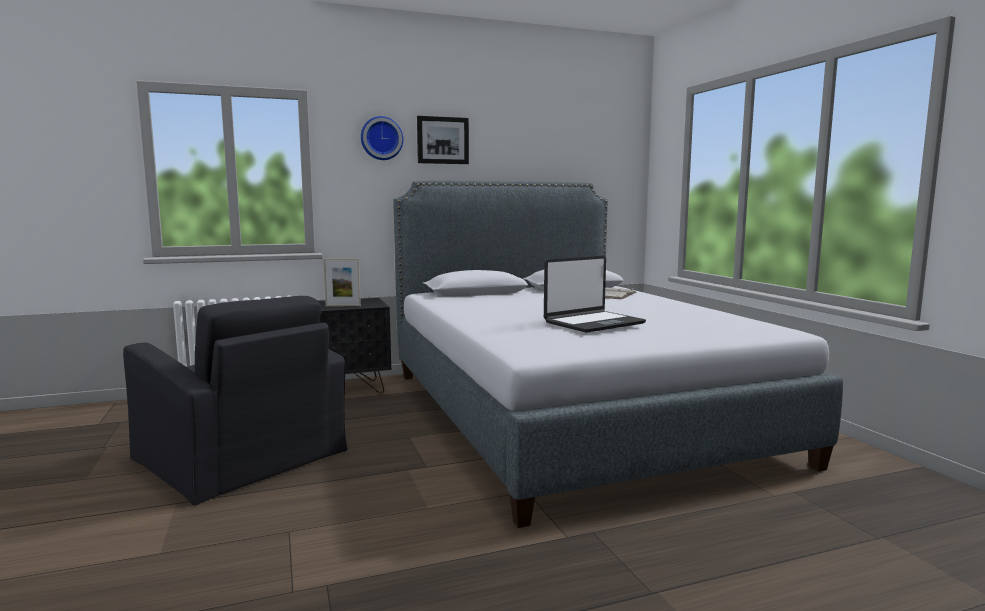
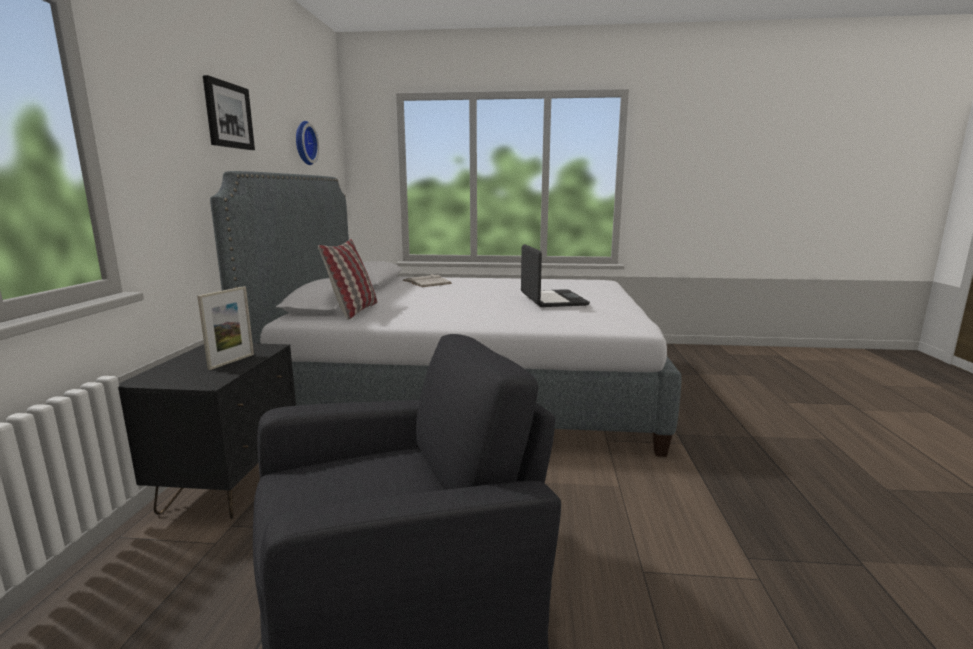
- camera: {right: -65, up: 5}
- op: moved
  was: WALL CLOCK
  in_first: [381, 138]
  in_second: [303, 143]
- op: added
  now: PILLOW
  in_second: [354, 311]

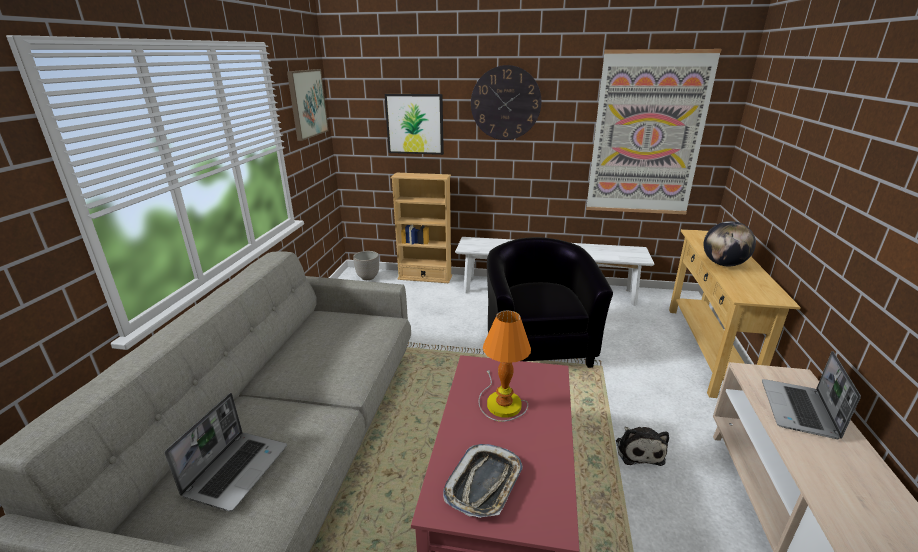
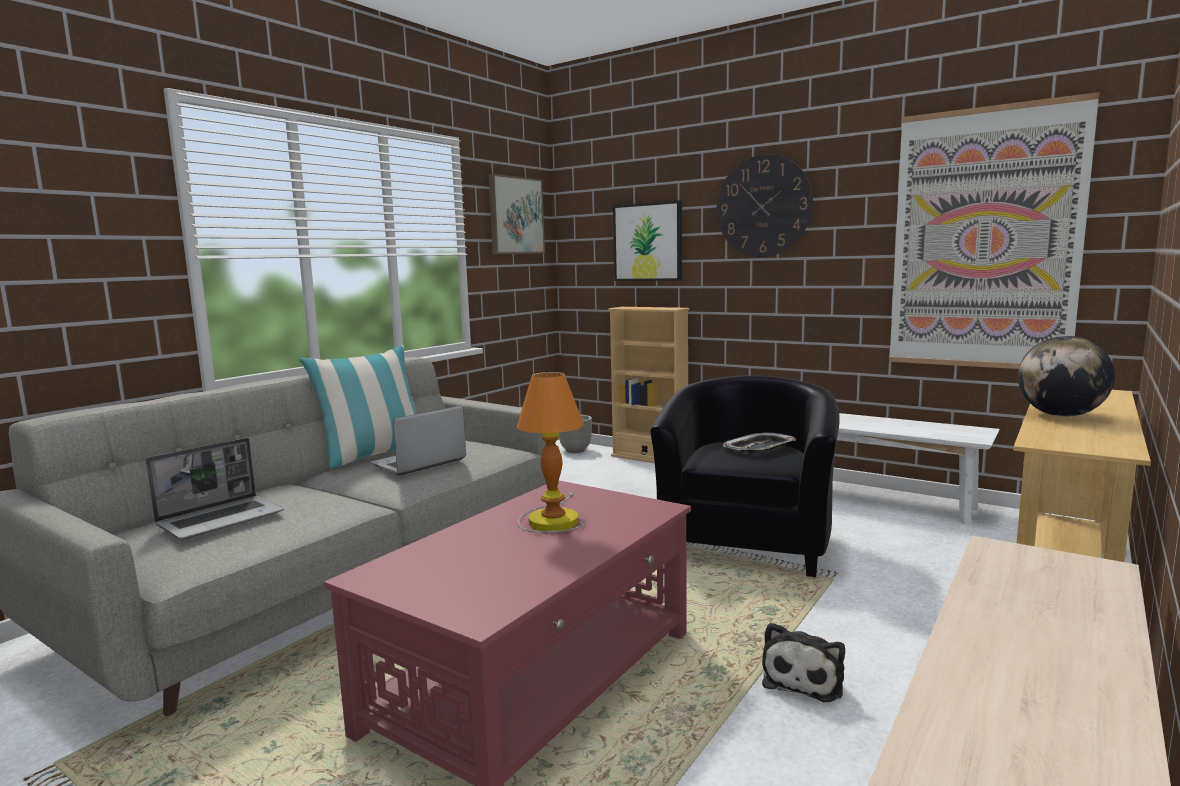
- camera: {right: 25, up: -15}
- op: moved
  was: TRAY
  in_first: [484, 484]
  in_second: [760, 448]
- op: moved
  was: LAPTOP
  in_first: [799, 410]
  in_second: [418, 463]
- op: added
  now: PILLOW
  in_second: [374, 456]

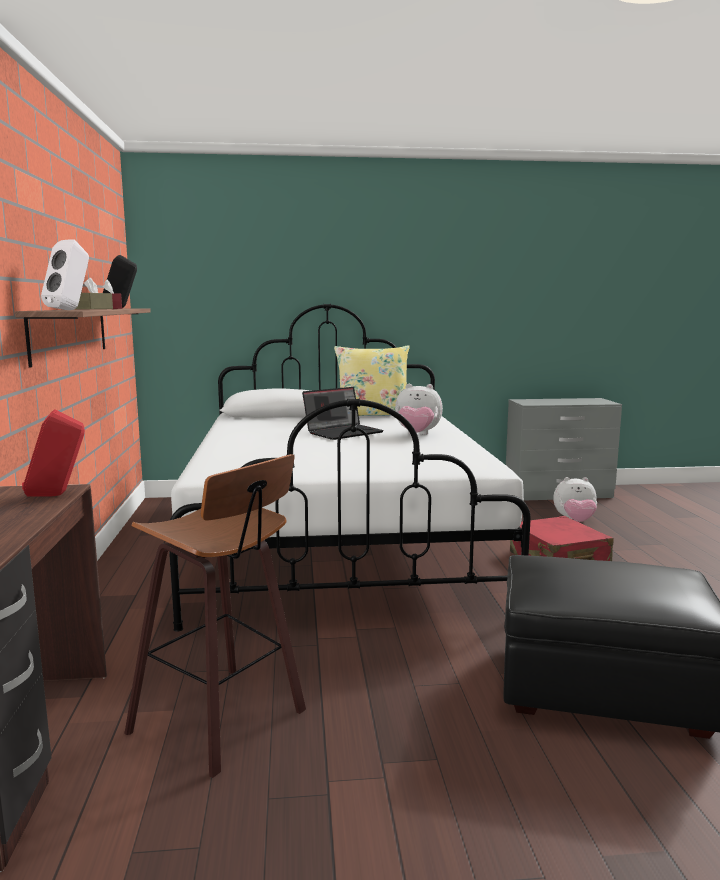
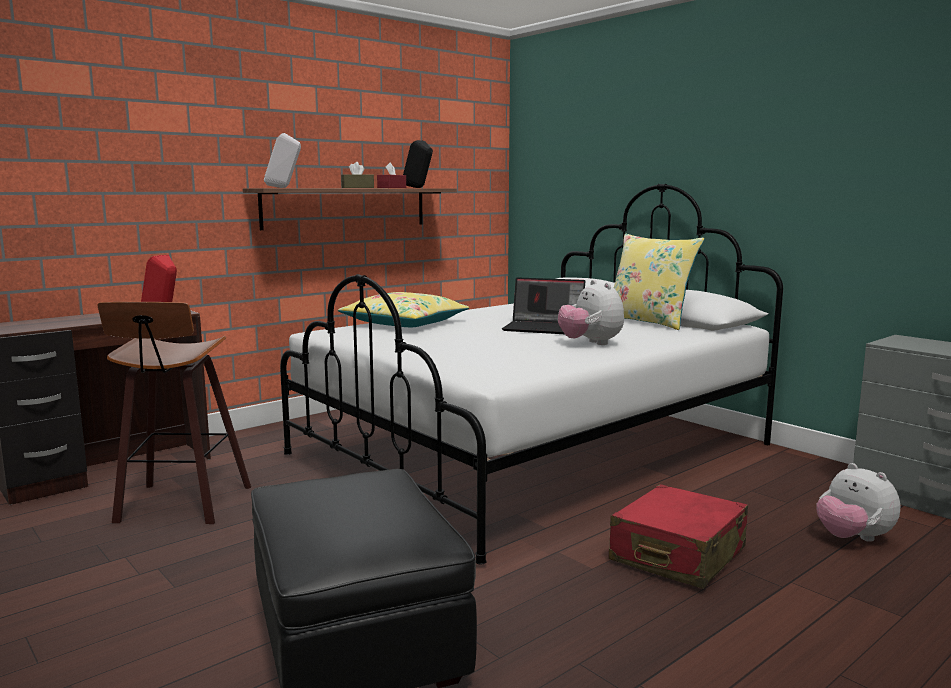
- camera: {right: 55, up: 0}
- op: added
  now: YELLOW PILLOW
  in_second: [404, 323]

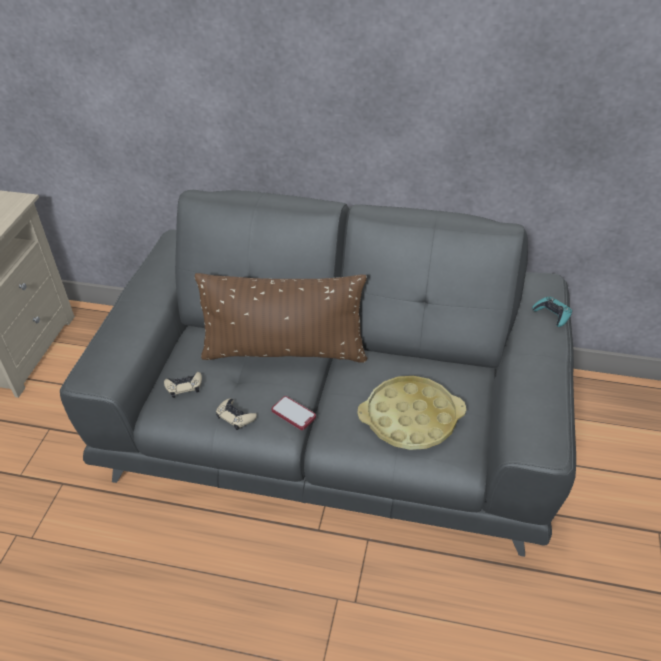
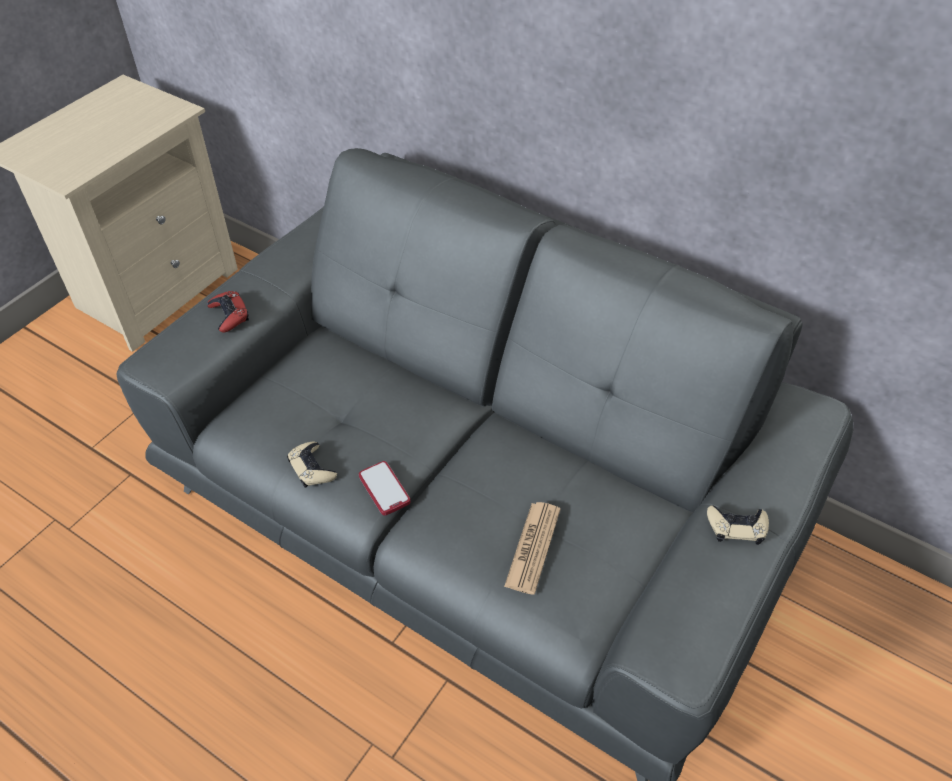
- camera: {right: 20, up: 5}
- op: moved
  was: BEIGE GAME CONTROLLER
  in_first: [184, 386]
  in_second: [736, 527]
- op: removed
  was: BROWN PILLOW
  in_first: [284, 351]
- op: replaced
  was: YELLOW TRAY
  now: NEWSPAPER
  in_first: [410, 418]
  in_second: [533, 547]
- op: removed
  was: TURQUOISE GAME CONTROLLER
  in_first: [552, 314]
- op: added
  now: RED GAME CONTROLLER
  in_second: [229, 315]

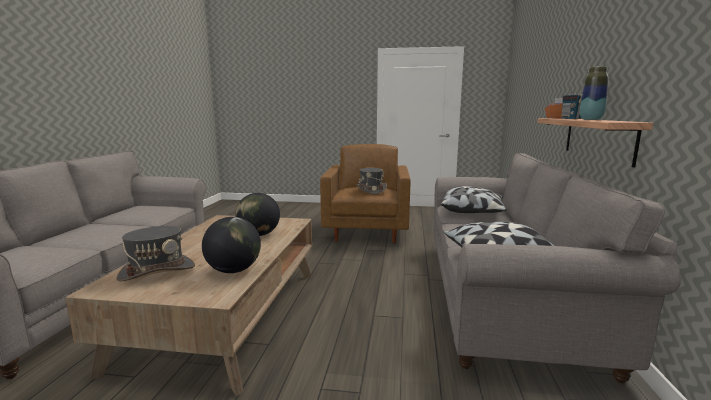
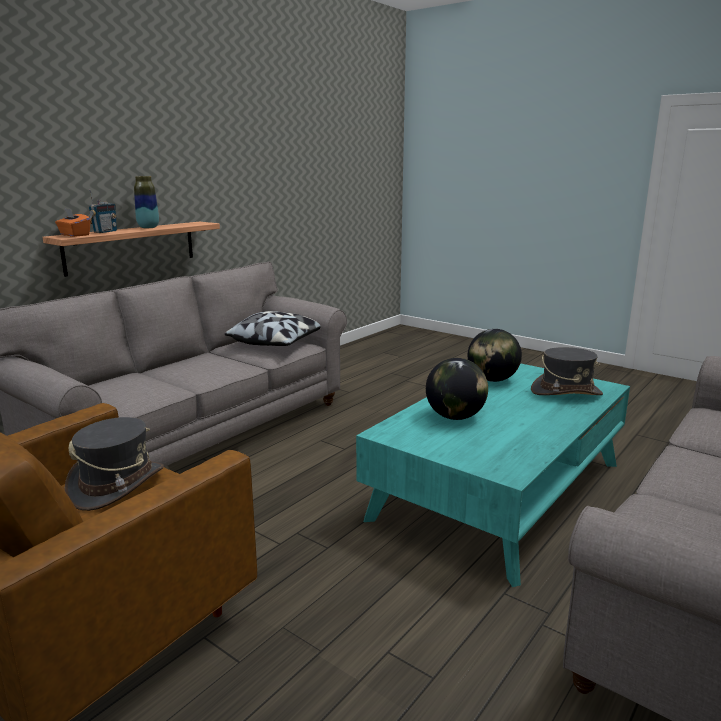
- camera: {right: -150, up: 5}
- op: recoloured
  was: BROWN COFFEE TABLE
  now: TURQUOISE COFFEE TABLE
  in_first: [227, 314]
  in_second: [499, 490]
- op: removed
  was: PILLOW
  in_first: [472, 211]

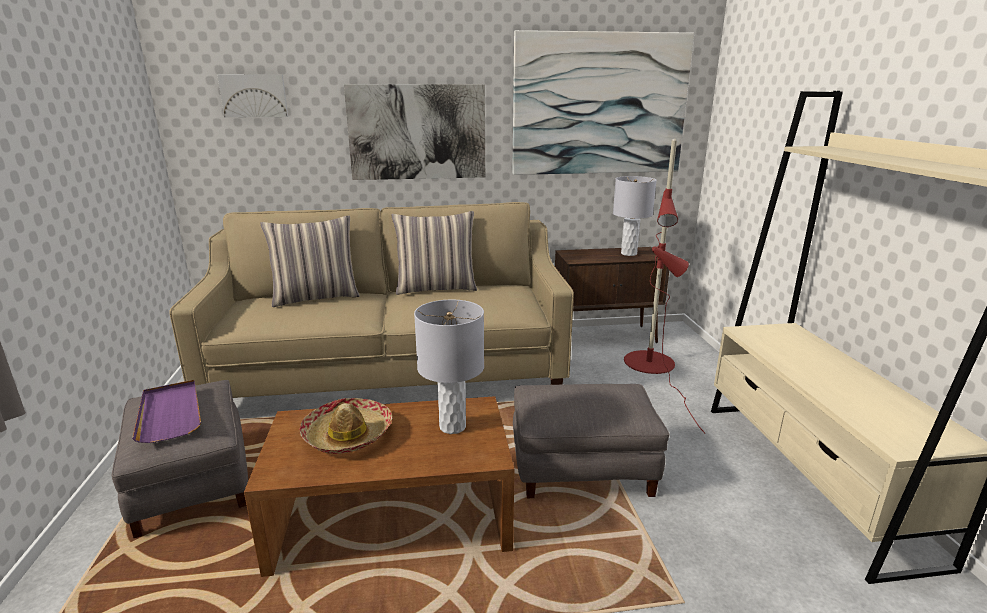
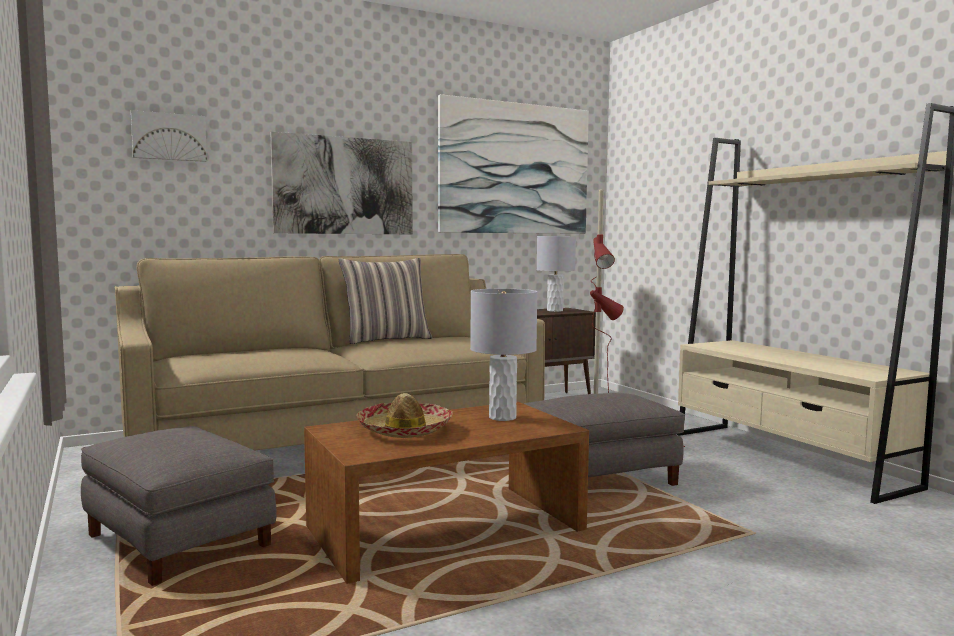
- camera: {right: -20, up: -15}
- op: removed
  was: PURPLE TRAY
  in_first: [170, 413]
- op: removed
  was: PILLOW
  in_first: [316, 297]

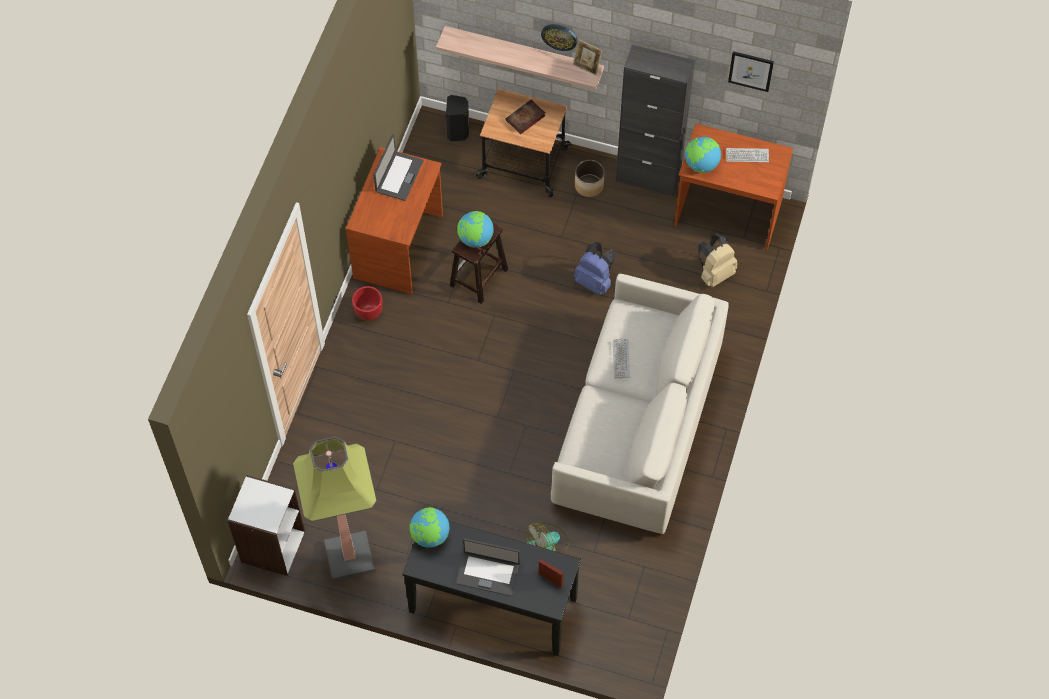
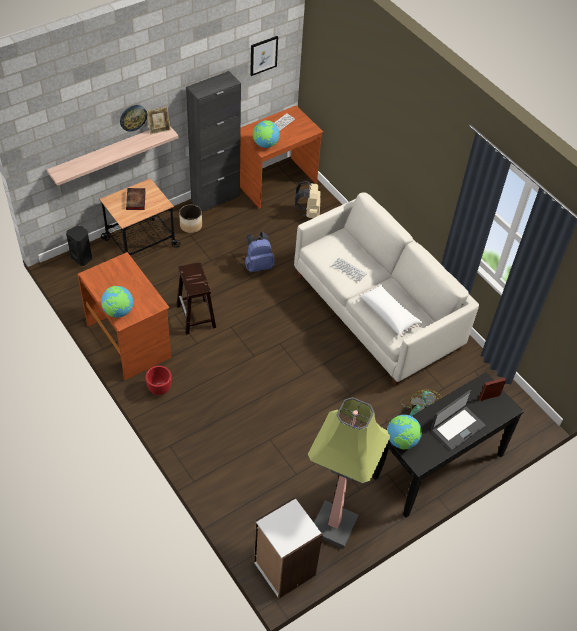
- camera: {right: -55, up: -10}
- op: removed
  was: LAPTOP
  in_first: [398, 176]
- op: moved
  was: GLOBE
  in_first: [475, 239]
  in_second: [118, 312]
- op: added
  now: WHITE PILLOW
  in_second: [389, 314]

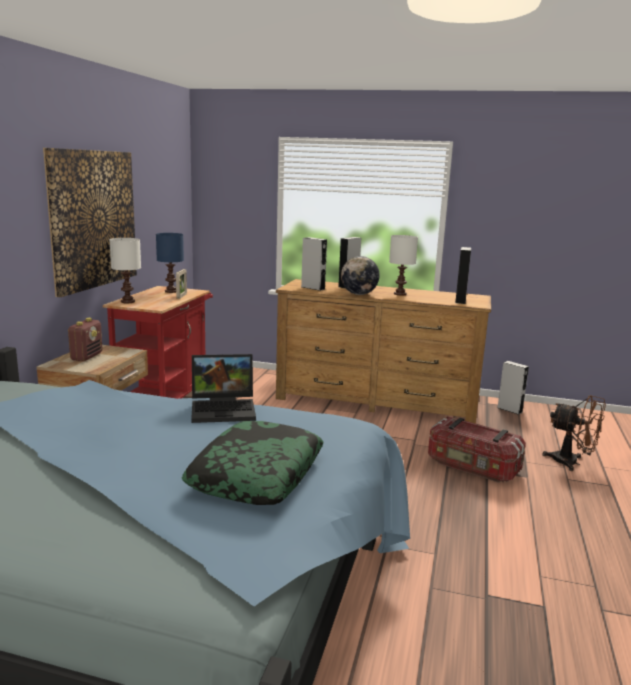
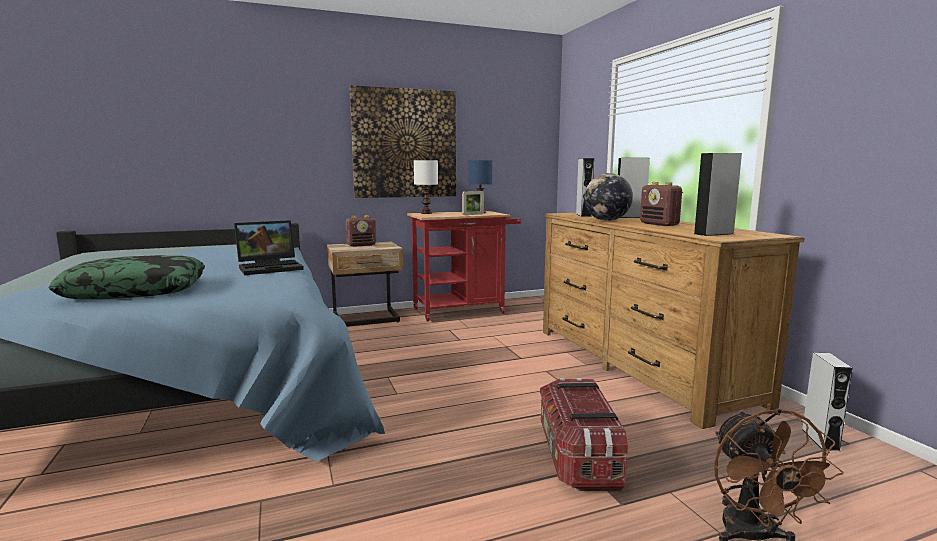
- camera: {right: 55, up: -5}
- op: turned
  was: LAPTOP
  in_first: [225, 409]
  in_second: [271, 267]
  clockwise: -75
- op: replaced
  was: WHITE TABLE LAMP
  now: RADIO
  in_first: [400, 294]
  in_second: [659, 224]

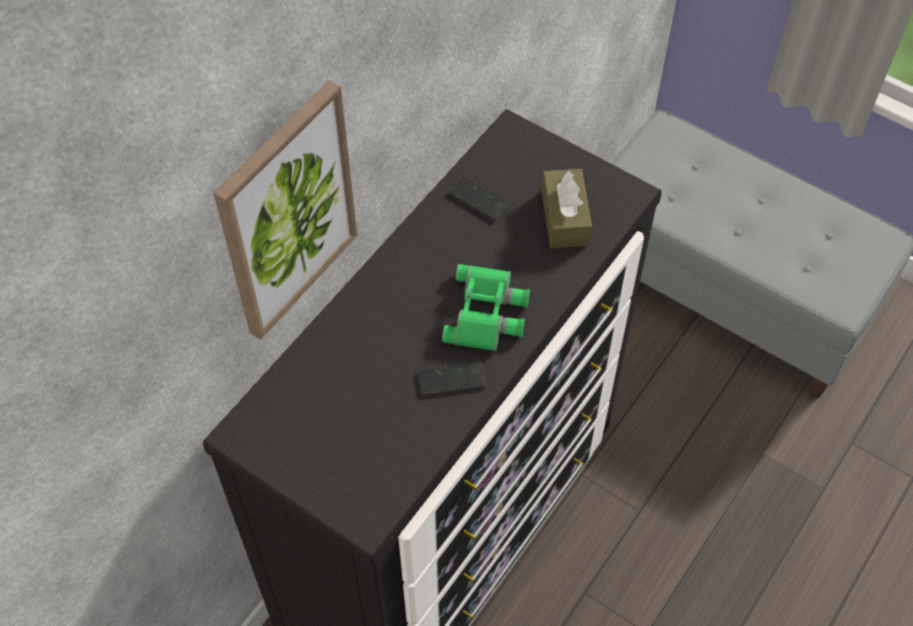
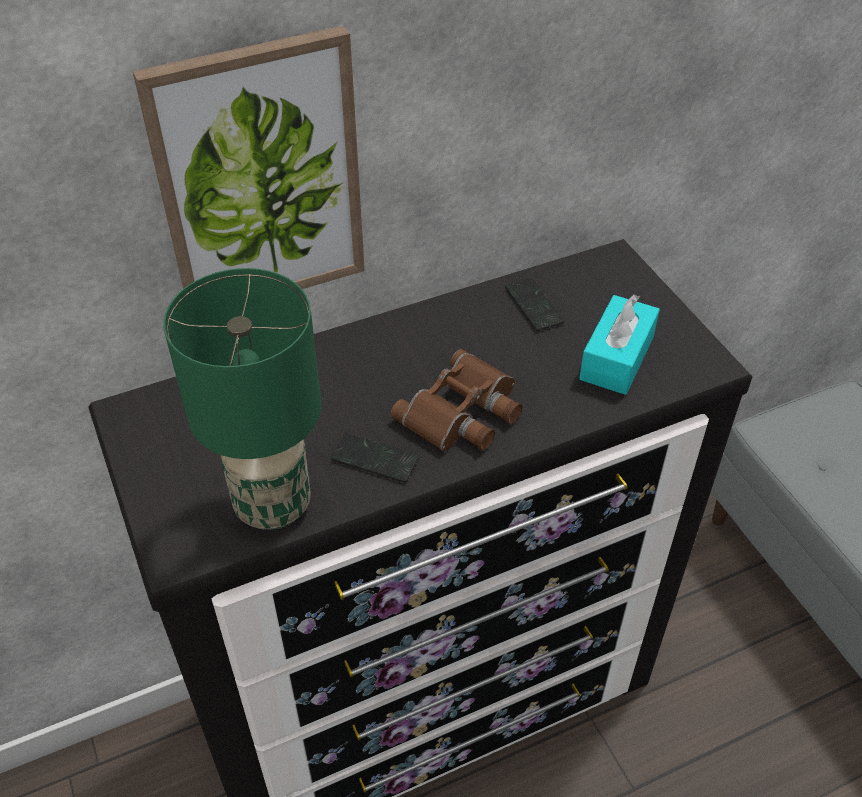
- camera: {right: 30, up: -10}
- op: recoloured
  was: GREEN BINOCULARS
  now: BROWN BINOCULARS
  in_first: [488, 313]
  in_second: [463, 413]
- op: recoloured
  was: BROWN TISSUE BOX
  now: TURQUOISE TISSUE BOX
  in_first: [564, 218]
  in_second: [617, 358]
- op: added
  now: GREEN TABLE LAMP
  in_second: [271, 505]

